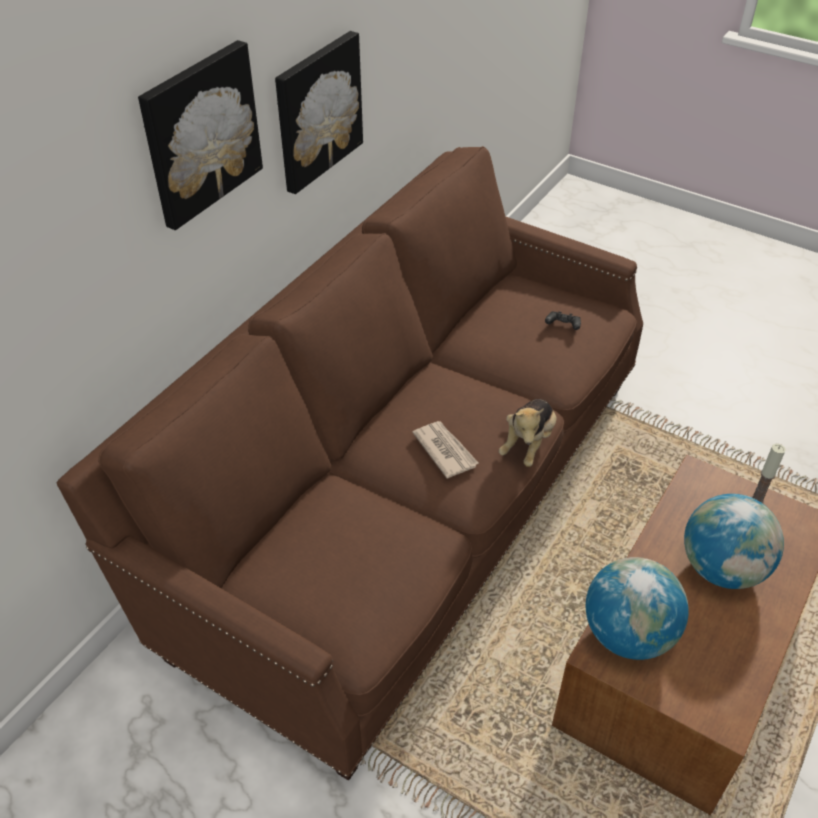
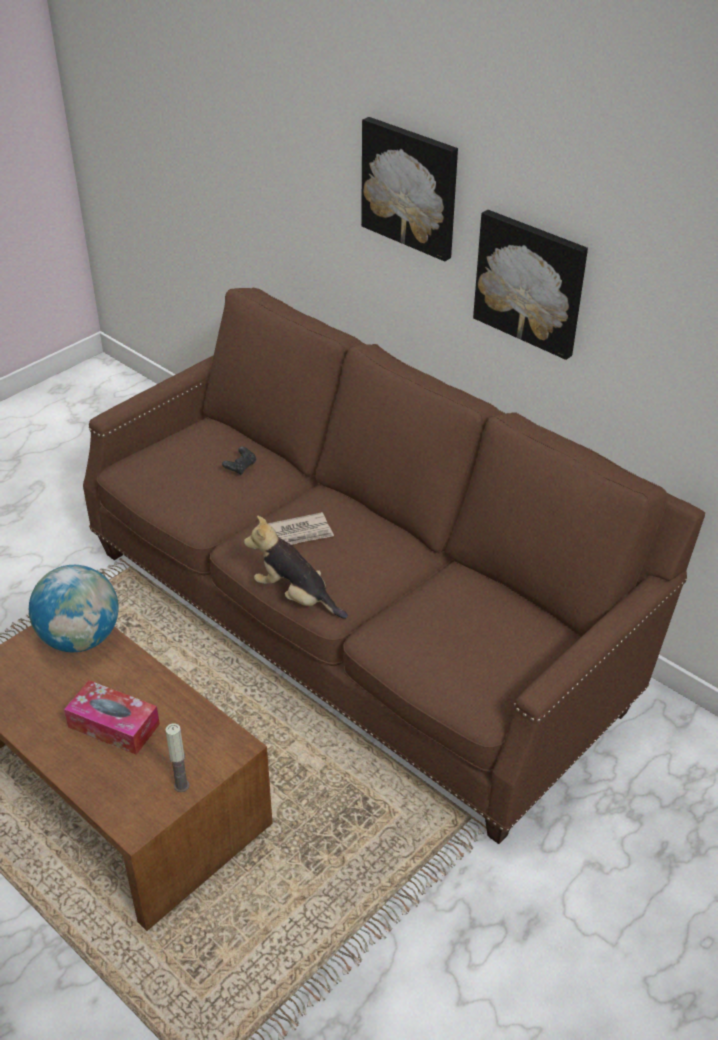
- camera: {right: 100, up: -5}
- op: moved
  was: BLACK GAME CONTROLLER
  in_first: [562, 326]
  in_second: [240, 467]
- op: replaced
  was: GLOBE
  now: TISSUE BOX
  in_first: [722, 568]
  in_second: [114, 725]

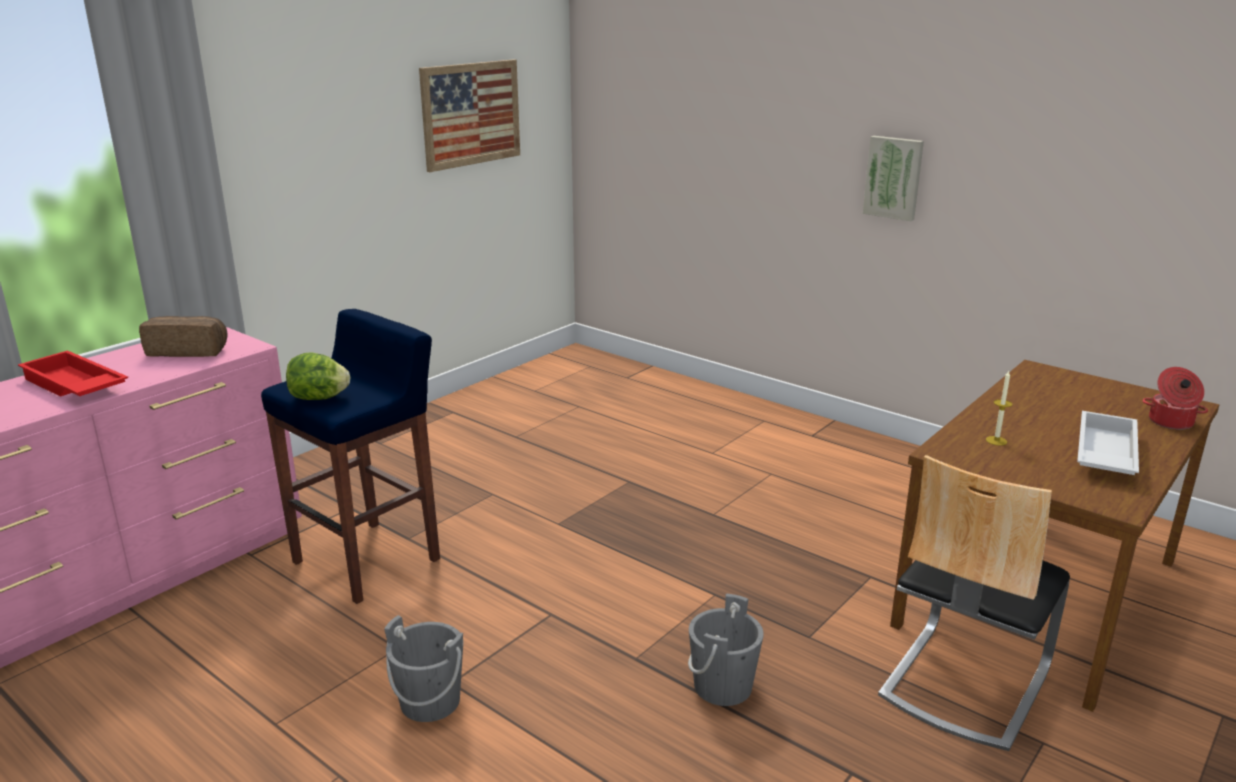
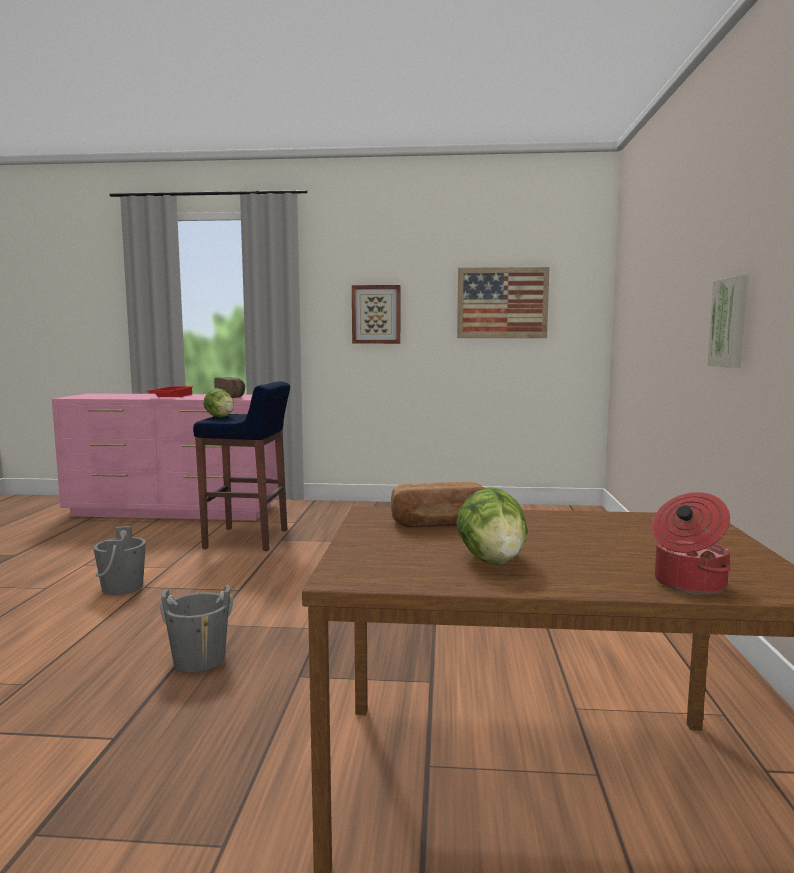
- camera: {right: 55, up: -15}
- op: removed
  was: CHAIR
  in_first: [963, 682]
- op: replaced
  was: CANDLE
  now: BREAD
  in_first: [996, 441]
  in_second: [440, 523]
- op: replaced
  was: WHITE TRAY
  now: LETTUCE
  in_first: [1103, 453]
  in_second: [492, 560]
- op: added
  now: PICTURE
  in_second: [376, 314]

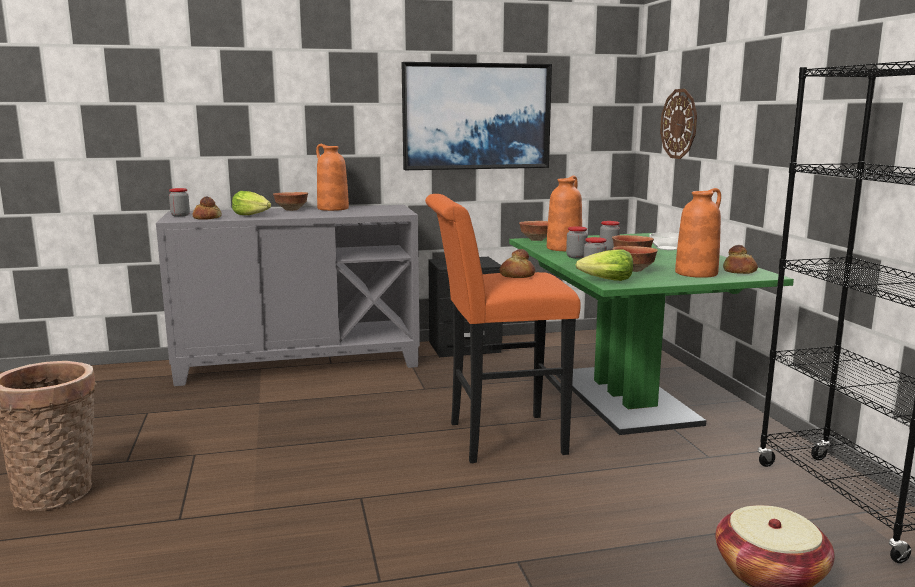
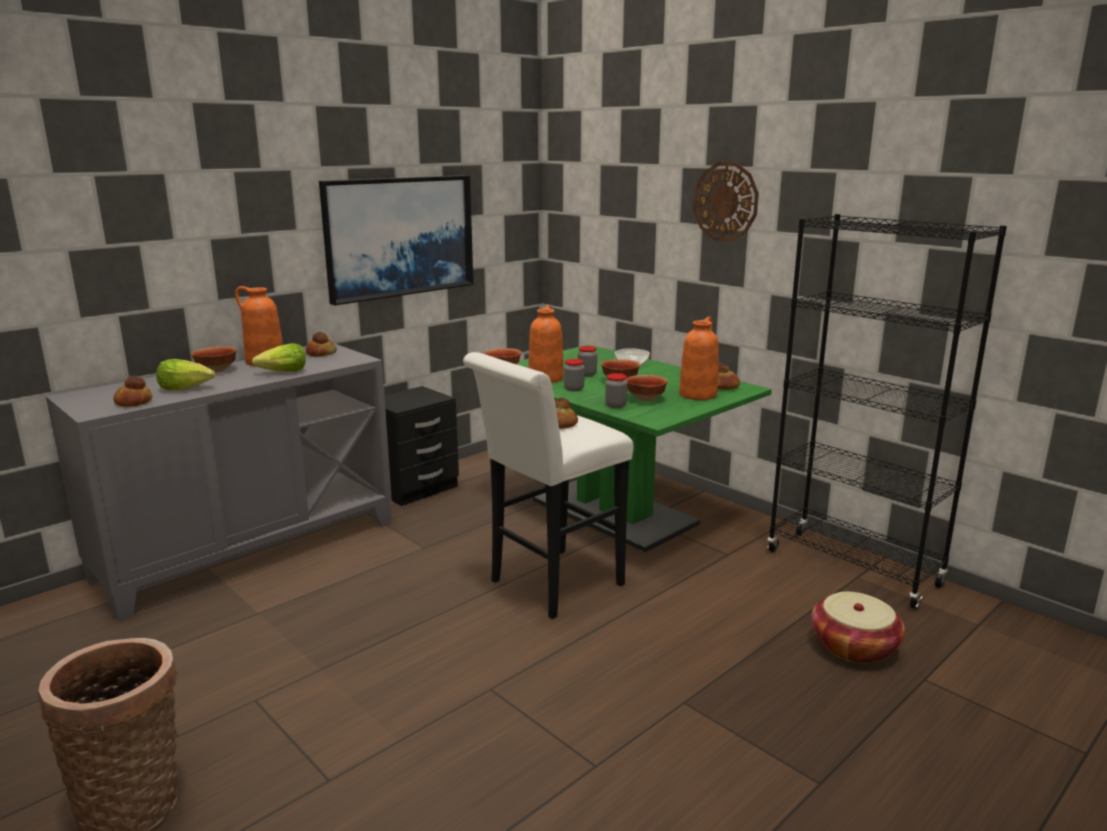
- camera: {right: -30, up: 5}
- op: removed
  was: JAR
  in_first: [180, 215]
- op: recoloured
  was: ORANGE STOOL
  now: WHITE STOOL
  in_first: [497, 439]
  in_second: [549, 586]
- op: moved
  was: LETTUCE
  in_first: [607, 280]
  in_second: [283, 372]
- op: moved
  was: WALL CLOCK
  in_first: [679, 124]
  in_second: [725, 201]
- op: added
  now: BREAD
  in_second: [321, 353]

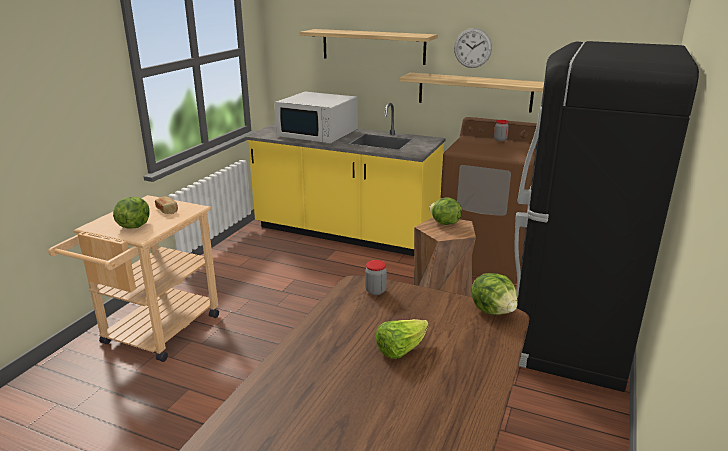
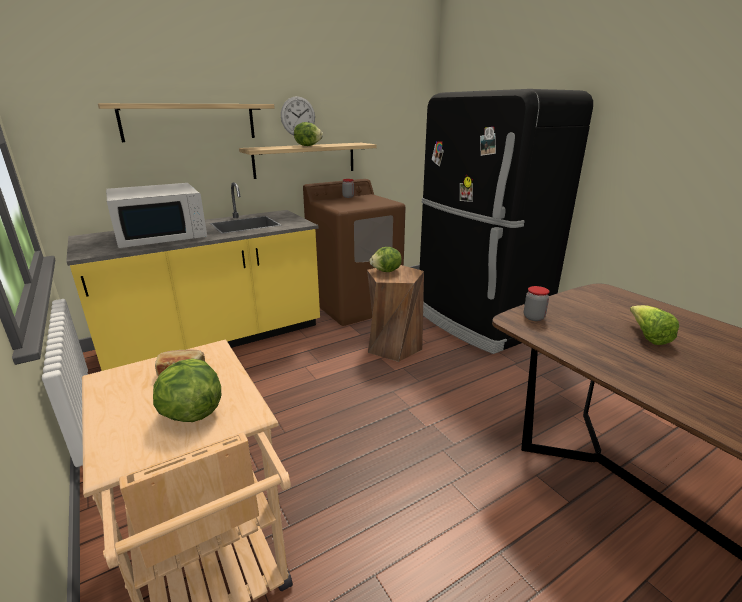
- camera: {right: -55, up: 0}
- op: moved
  was: LETTUCE
  in_first: [493, 310]
  in_second: [308, 146]

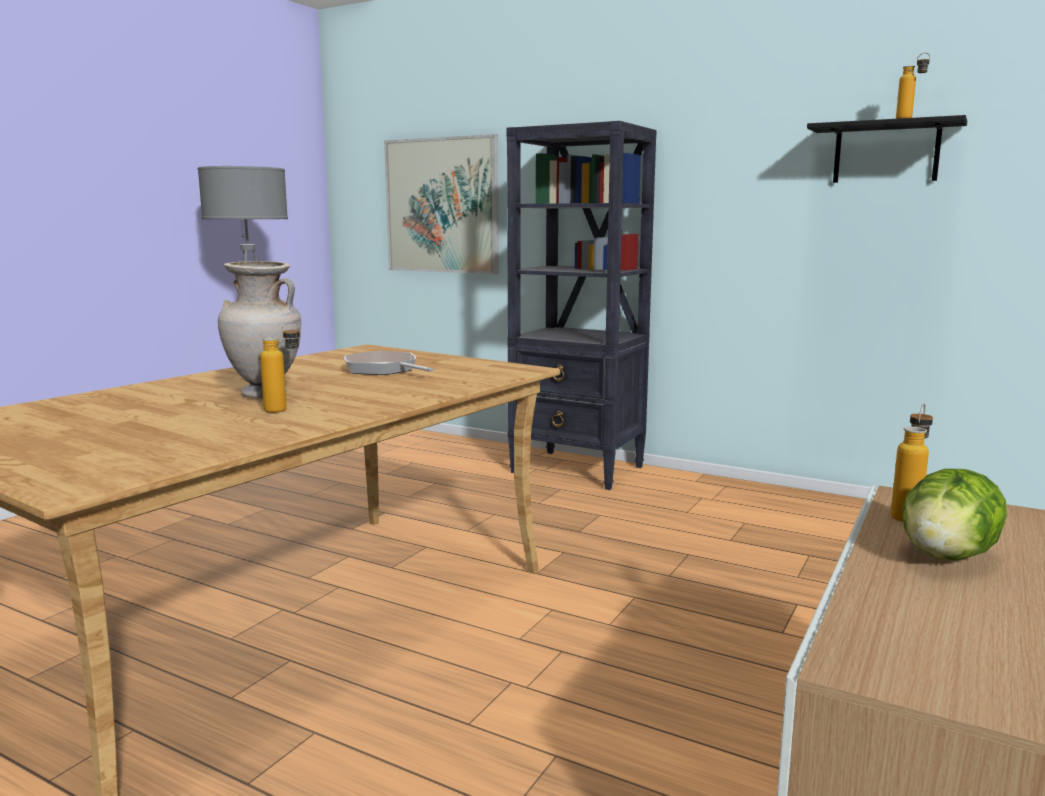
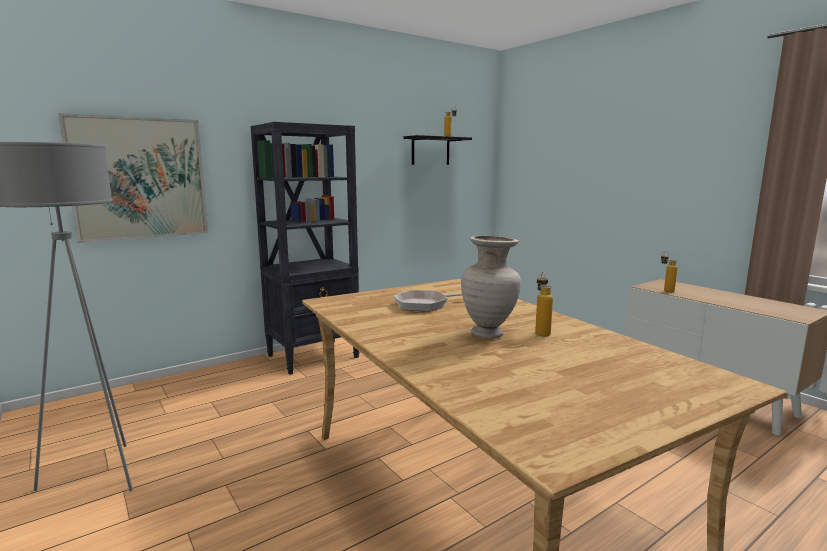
- camera: {right: -65, up: 0}
- op: removed
  was: LETTUCE
  in_first: [947, 556]

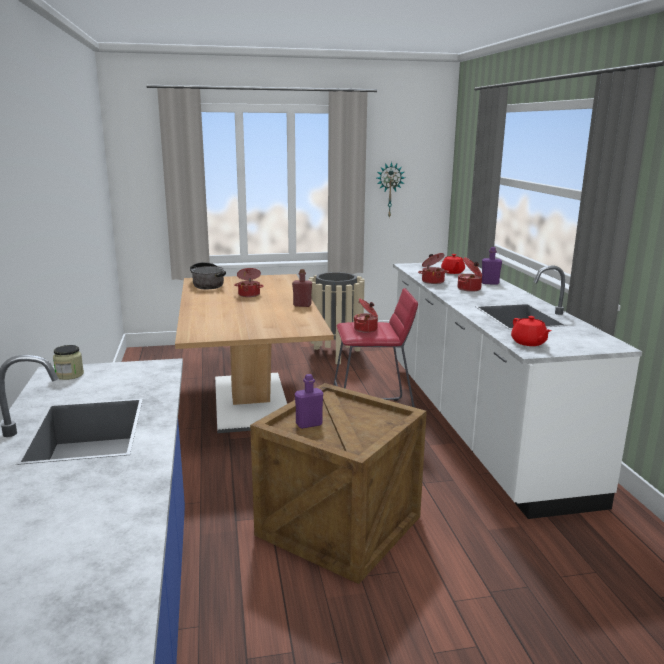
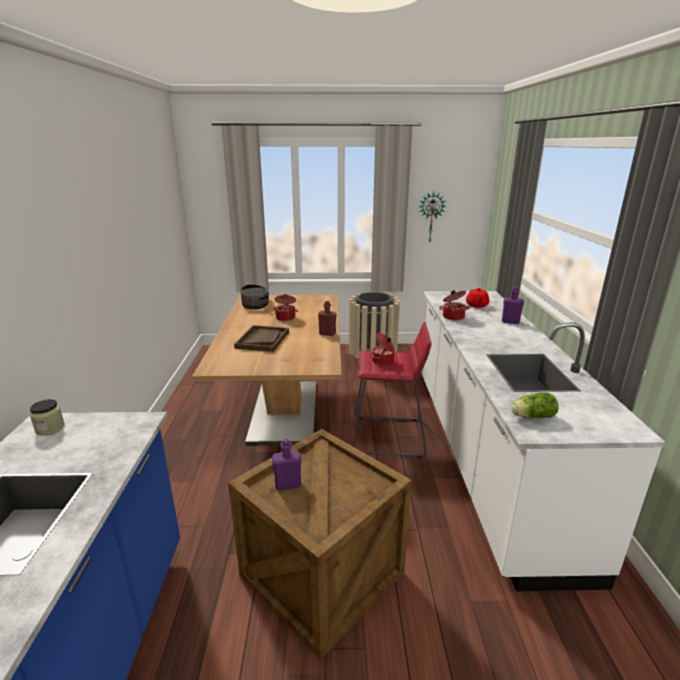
- camera: {right: 10, up: 5}
- op: removed
  was: COOKING POT
  in_first: [469, 289]
- op: replaced
  was: RED TEAPOT
  now: LETTUCE
  in_first: [529, 343]
  in_second: [531, 416]
- op: added
  now: BROWN TRAY
  in_second: [262, 340]

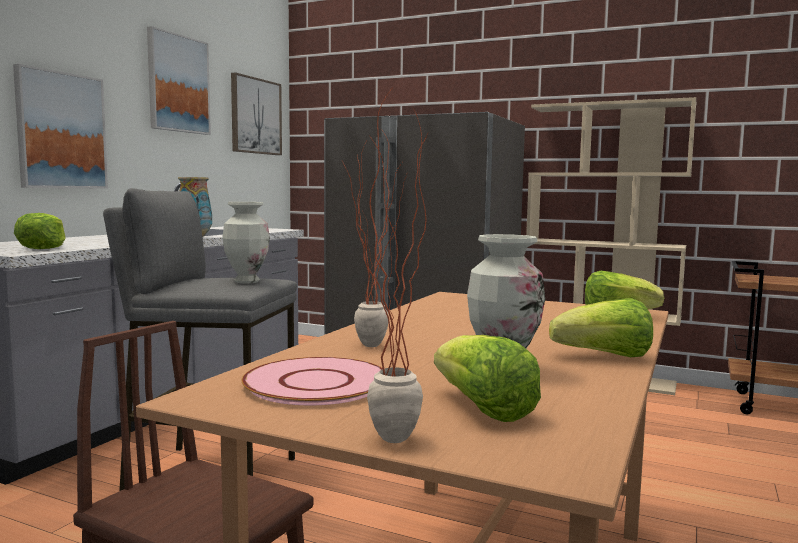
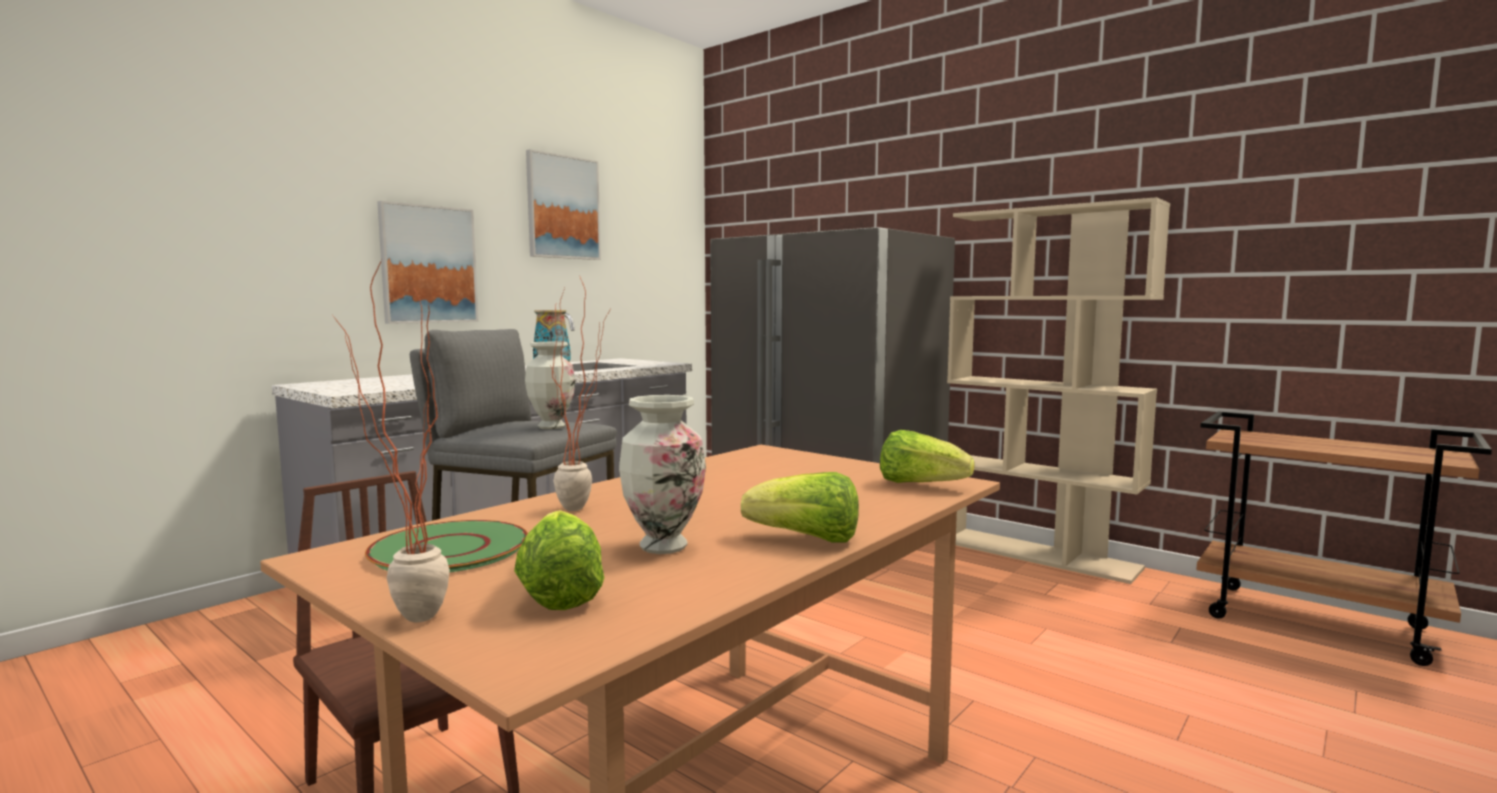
- camera: {right: 15, up: 0}
- op: removed
  was: LETTUCE
  in_first: [43, 248]
- op: removed
  was: PICTURE
  in_first: [255, 116]
- op: recoloured
  was: PINK PLATE
  now: GREEN PLATE
  in_first: [317, 383]
  in_second: [451, 549]

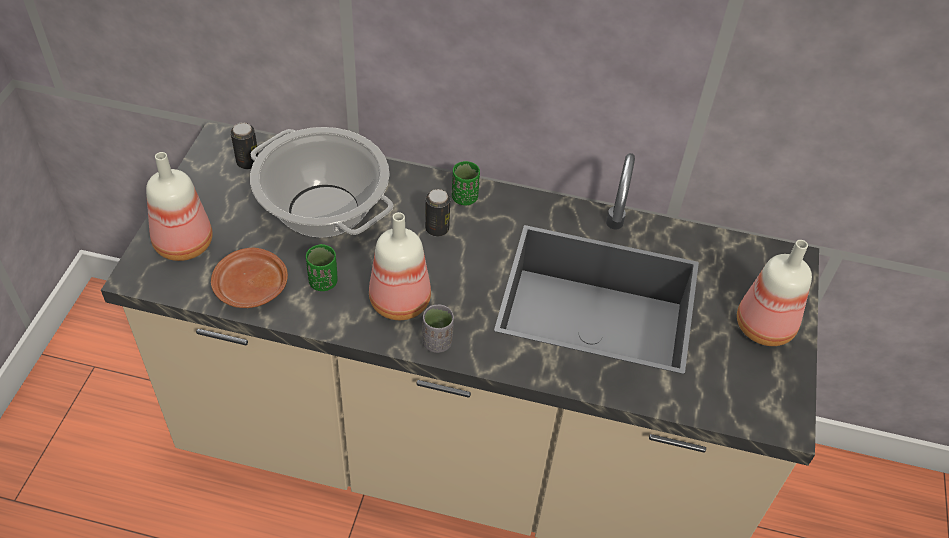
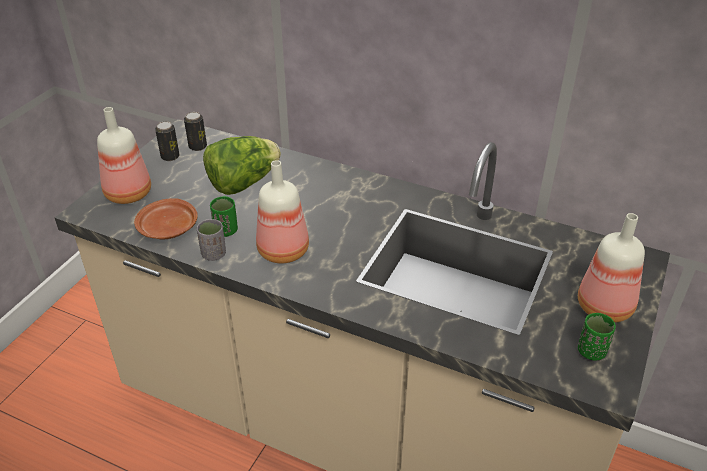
- camera: {right: 15, up: -10}
- op: replaced
  was: COOKING POT
  now: LETTUCE
  in_first: [323, 211]
  in_second: [243, 183]
- op: moved
  was: GREY CUP
  in_first: [437, 342]
  in_second: [214, 254]
- op: moved
  was: CAN
  in_first: [437, 229]
  in_second: [170, 156]
- op: moved
  was: GREEN CUP
  in_first: [464, 198]
  in_second: [591, 351]

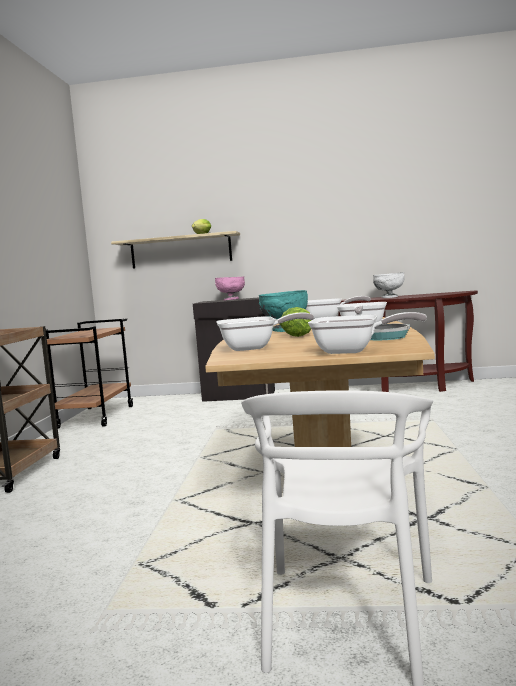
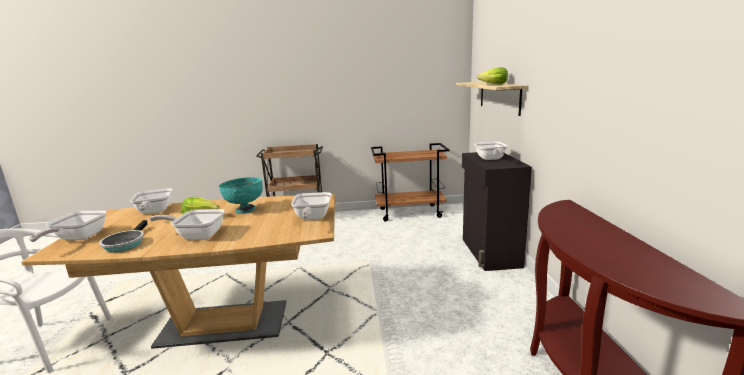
- camera: {right: 80, up: 10}
- op: replaced
  was: PINK BOWL
  now: FRYING PAN
  in_first: [231, 300]
  in_second: [490, 159]
- op: removed
  was: WHITE BOWL
  in_first: [389, 297]

